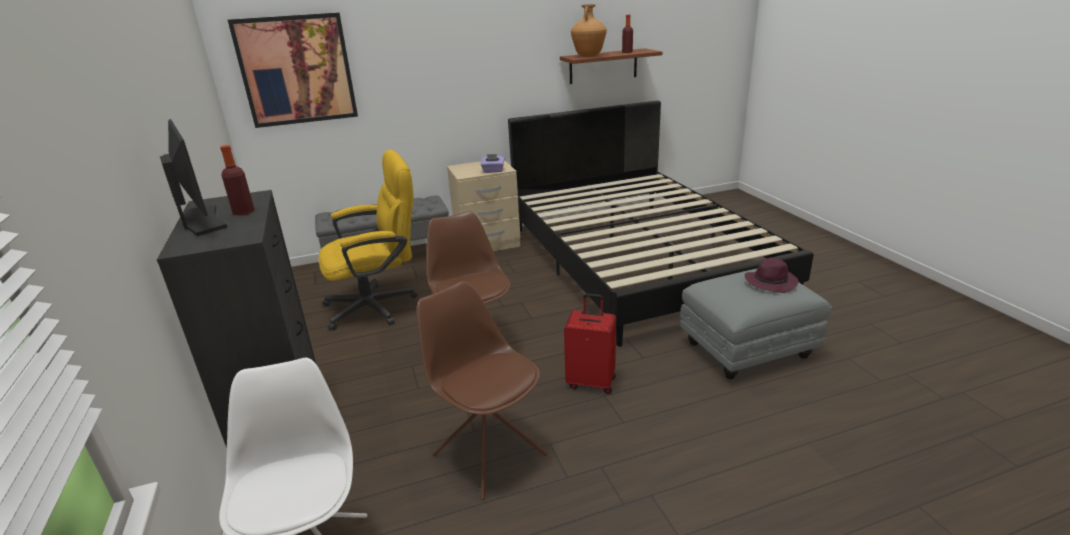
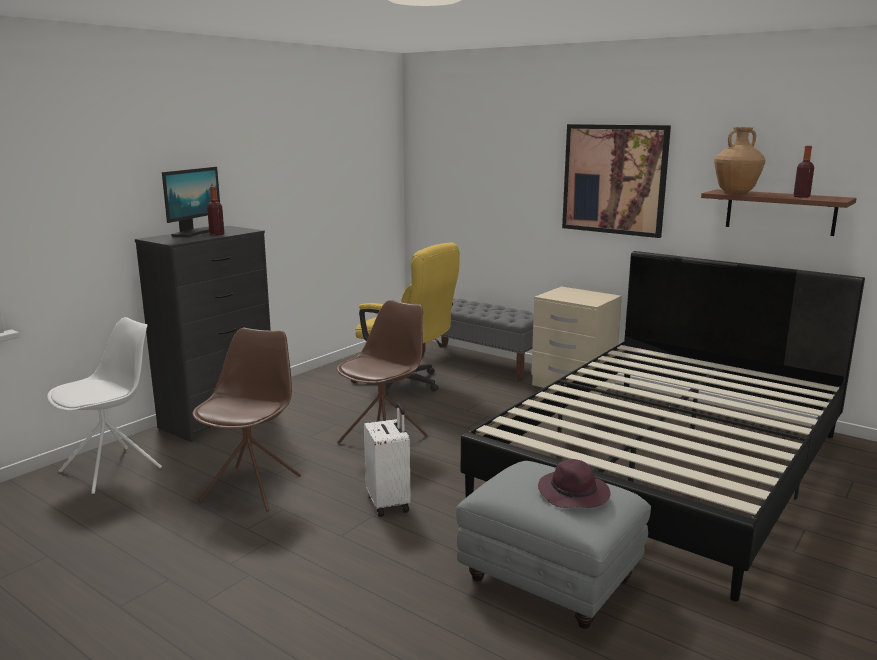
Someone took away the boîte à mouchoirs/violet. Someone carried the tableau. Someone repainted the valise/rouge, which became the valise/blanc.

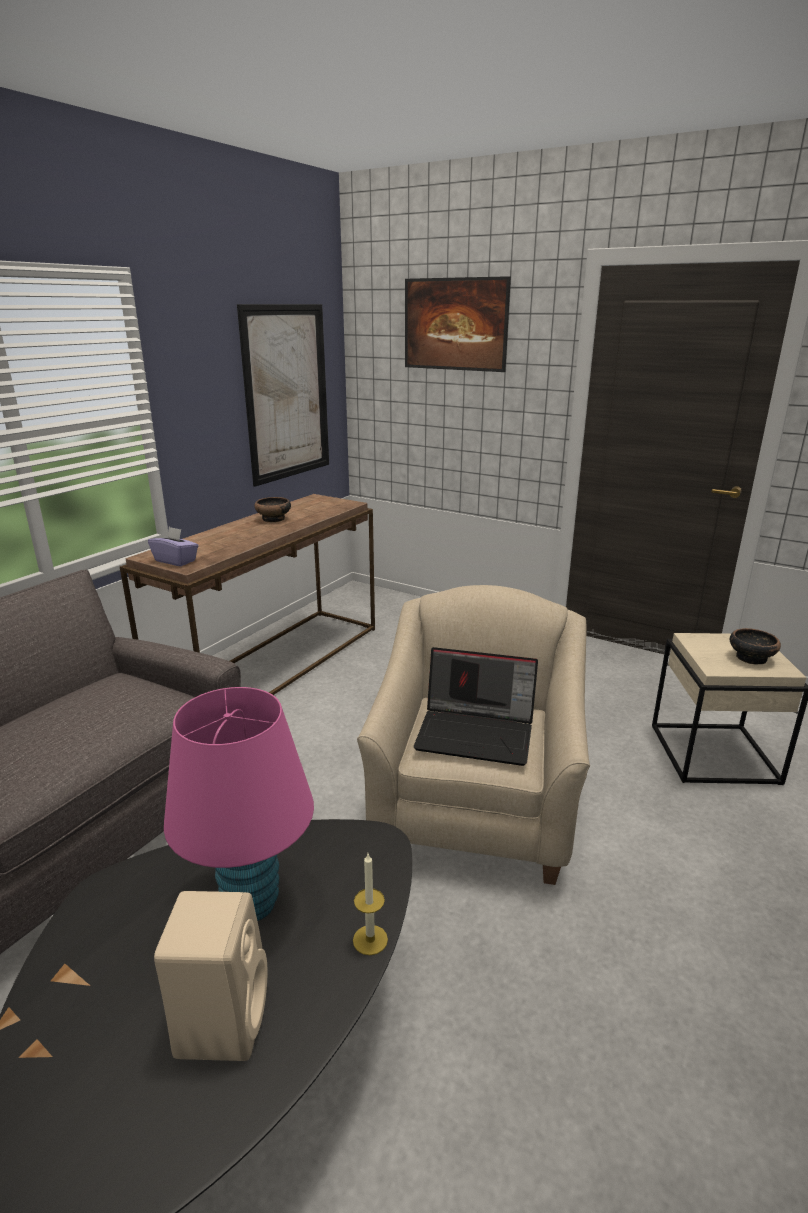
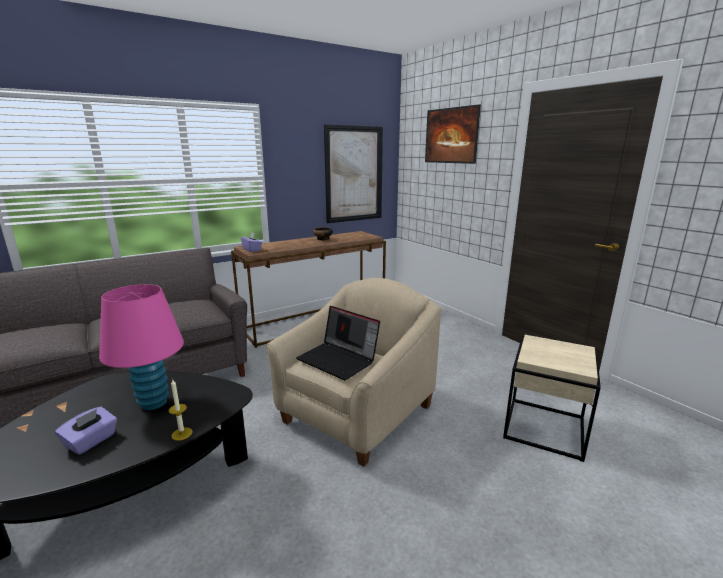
Someone took away the bol (2nd from left). Someone swapped the enceinte/beige for the boîte à mouchoirs/violet (1st from left).

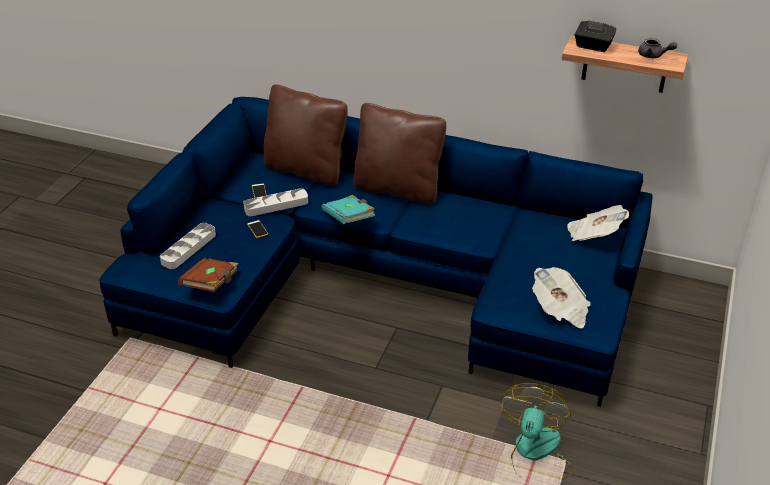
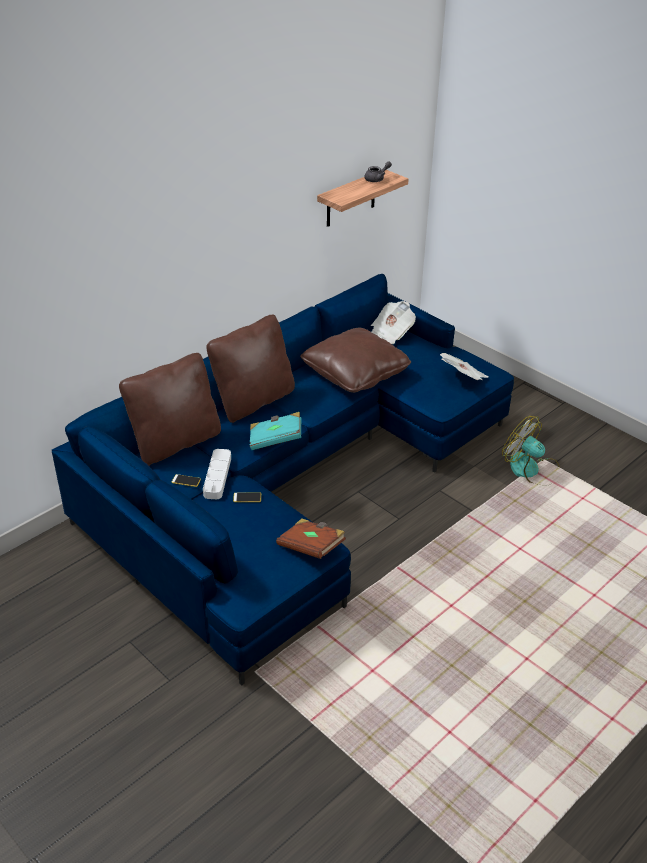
Someone took away the plateau/gris (1st from left). Someone took away the boîte à mouchoirs/noir. Someone put down the coussin/marron (3rd from left).

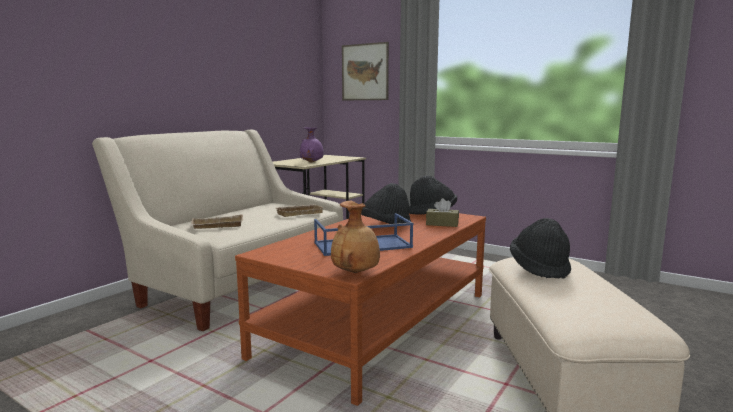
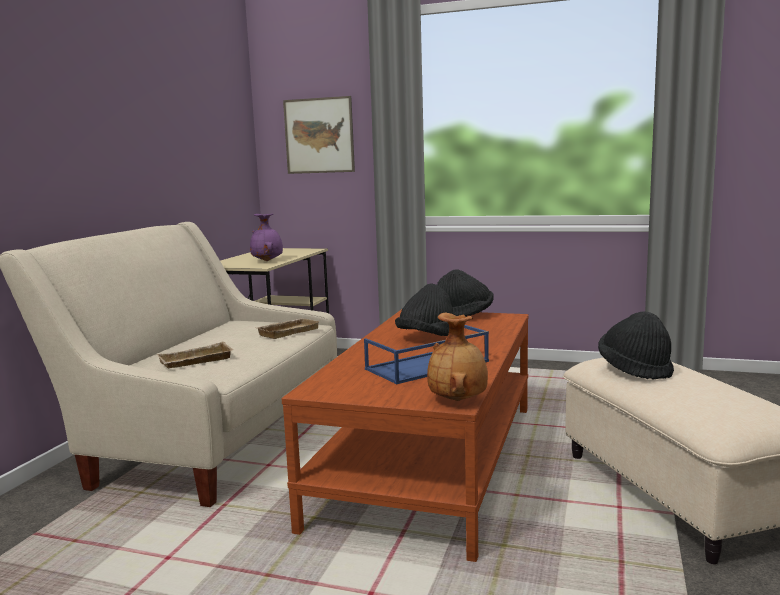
Someone took away the boîte à mouchoirs/marron.

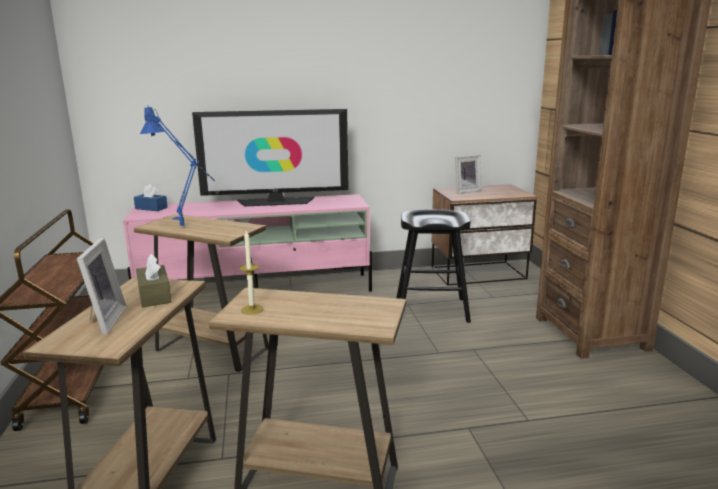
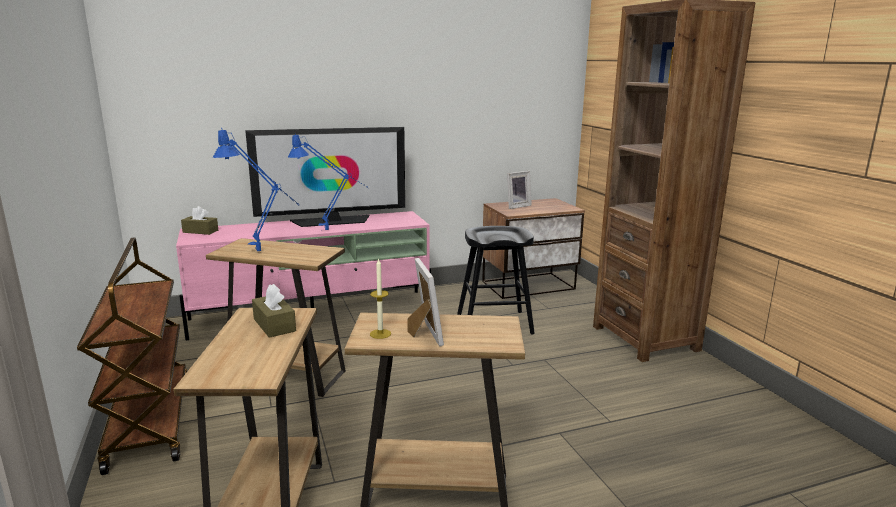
Someone put down the lampe de table/bleu (2nd from left). Someone carried the cadre photo (1st from left). Someone repainted the boîte à mouchoirs/bleu, which became the boîte à mouchoirs/marron (1st from left).

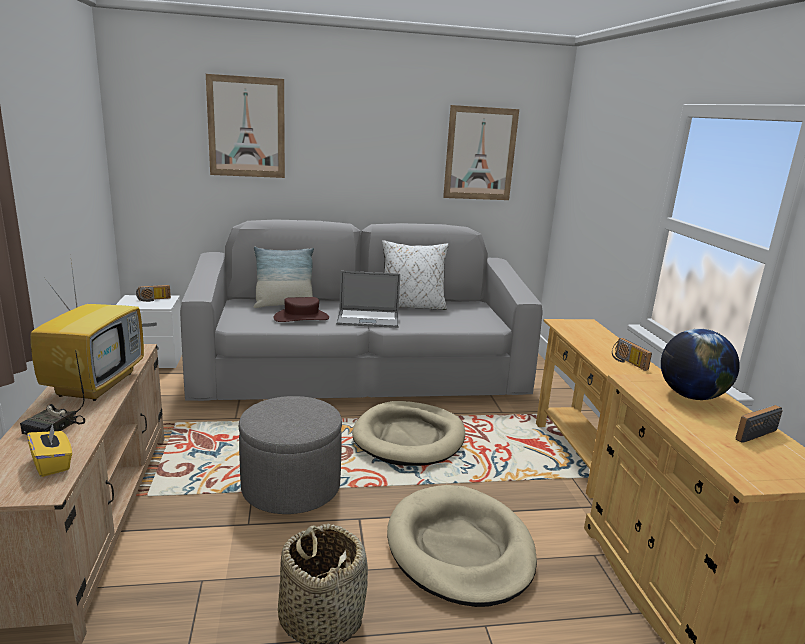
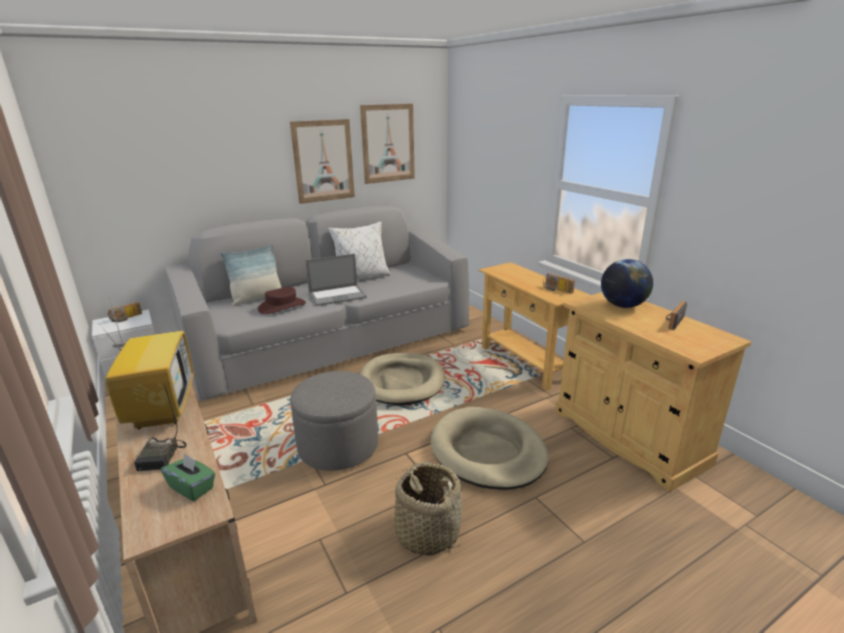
Someone carried the tableau (1st from left). Someone repainted the boîte à mouchoirs/jaune, which became the boîte à mouchoirs/vert.

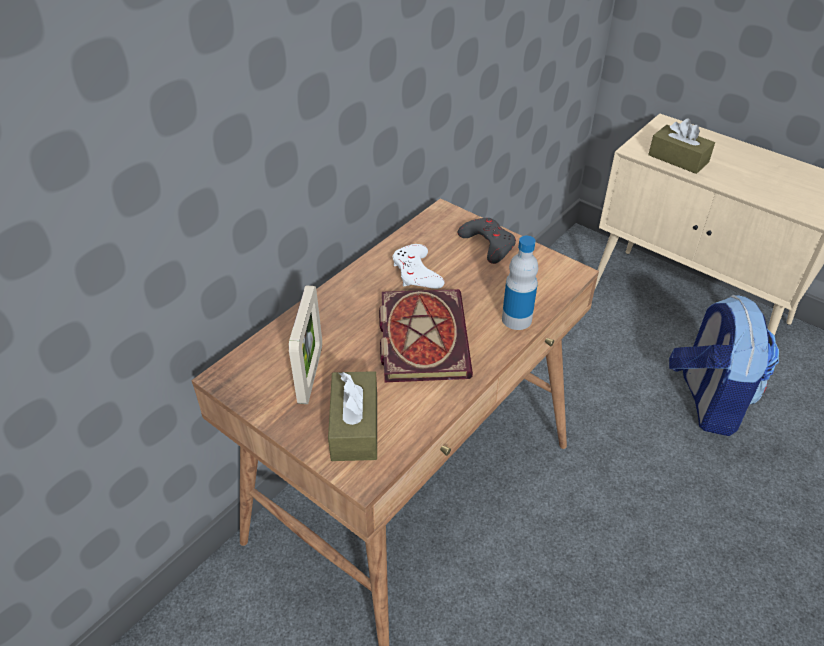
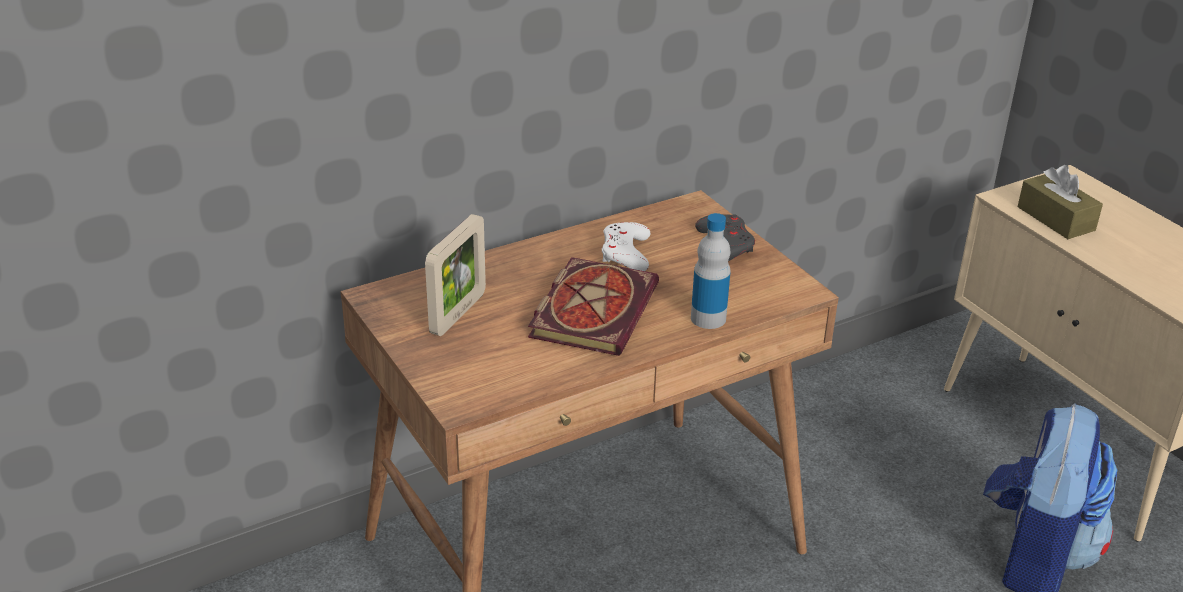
Someone took away the boîte à mouchoirs/marron (1st from left).

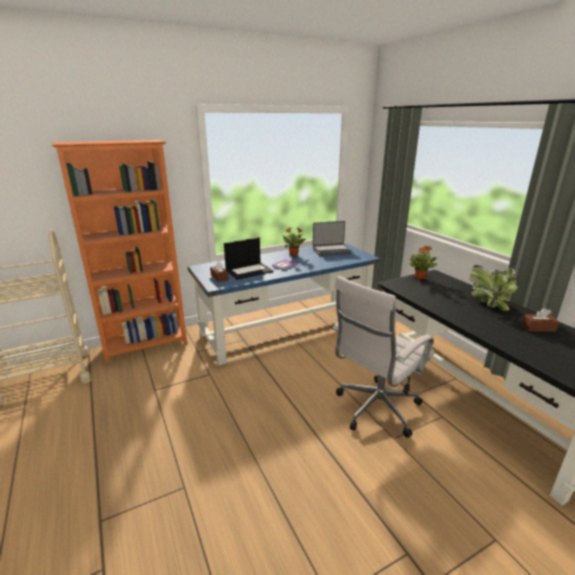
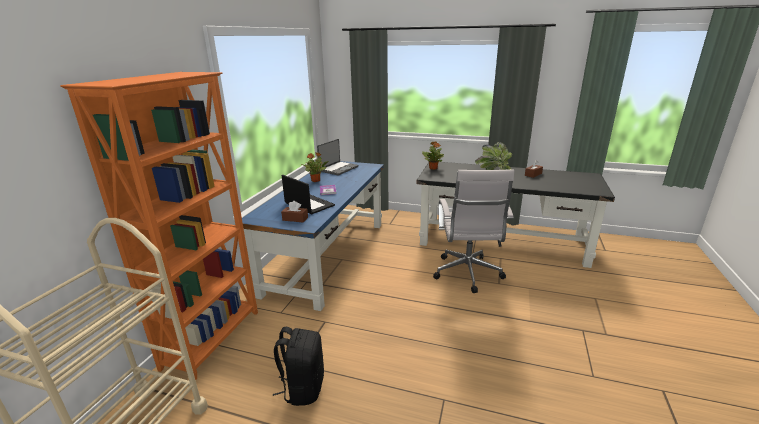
Someone put down the sac à dos/noir. Someone rotated the ordinateur portable (1st from left) by 60 degrees counterclockwise.

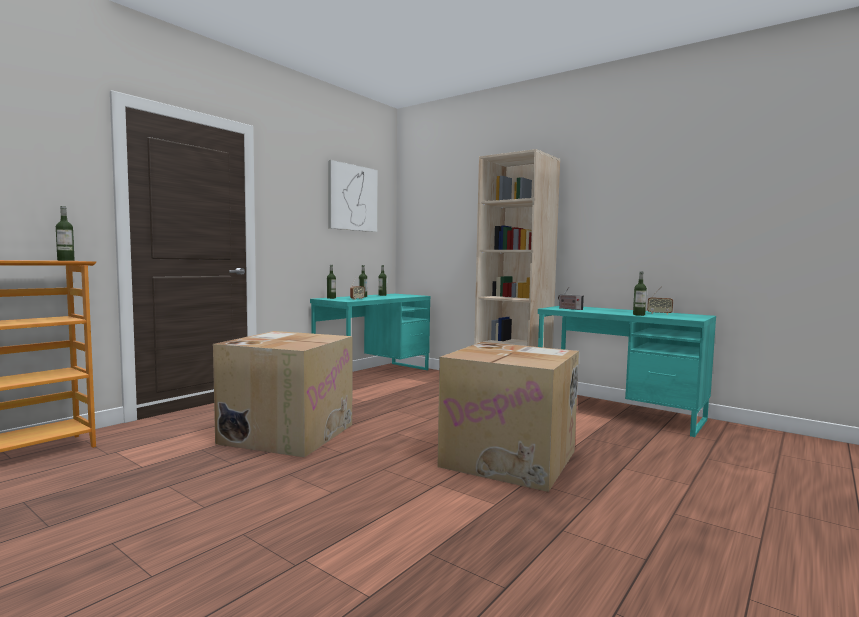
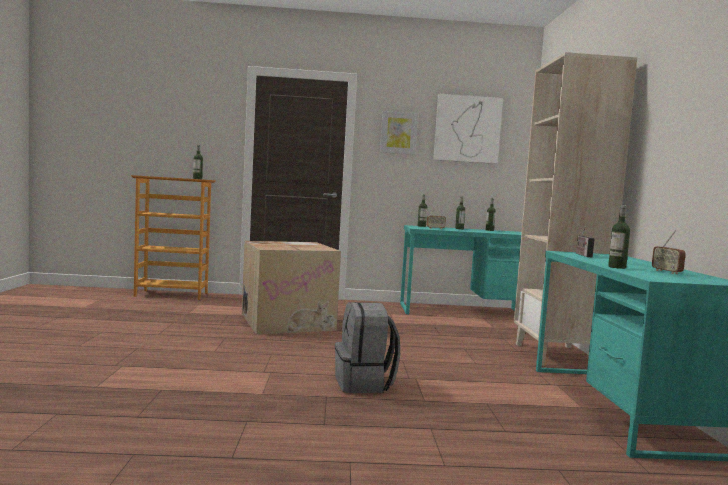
Someone put up the tableau (1st from left). Someone swapped the carton (2nd from left) for the sac à dos/gris.

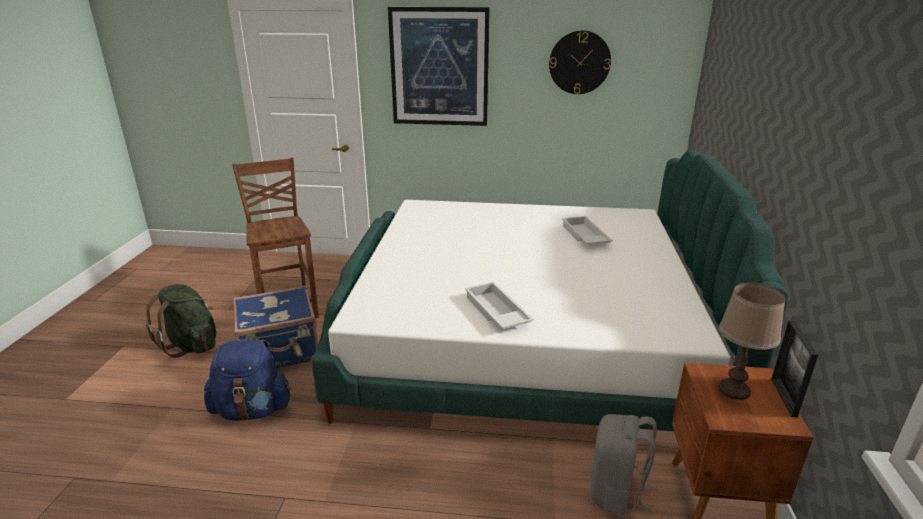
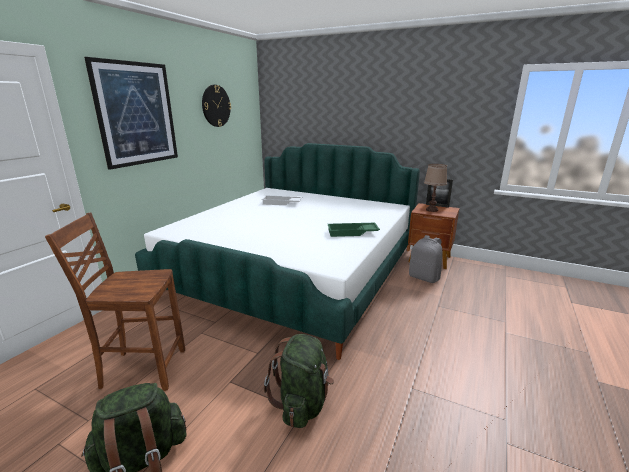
Someone took away the valise/bleu. Someone repainted the sac à dos/bleu, which became the sac à dos/vert (2nd from left). Someone repainted the plateau/blanc (1st from left), which became the plateau/vert.

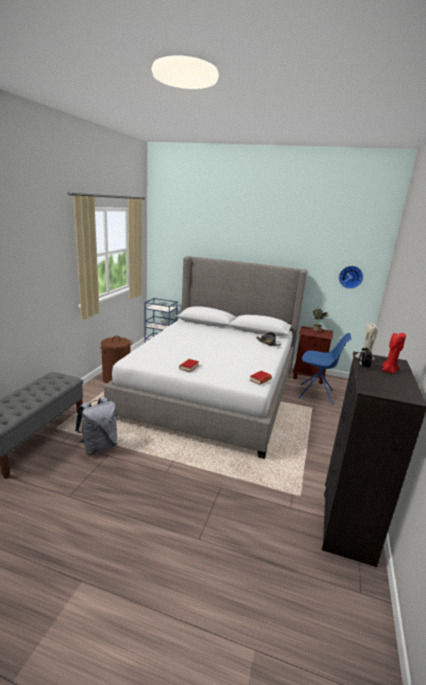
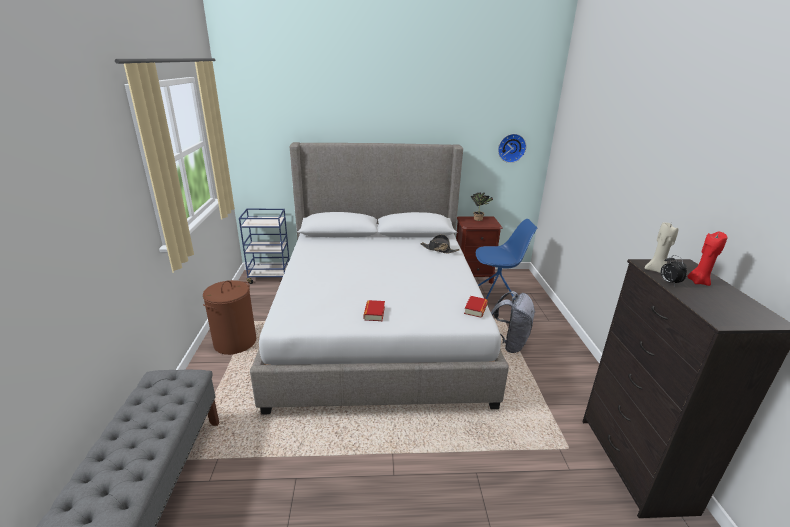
Someone carried the sac à dos/gris.

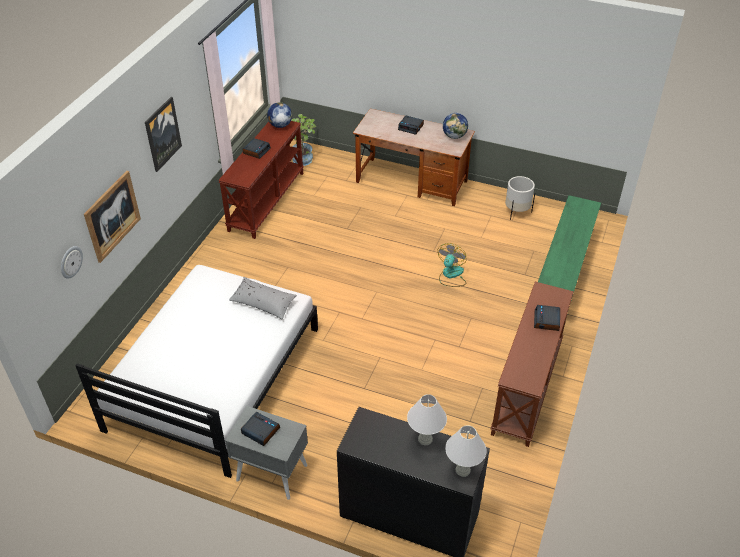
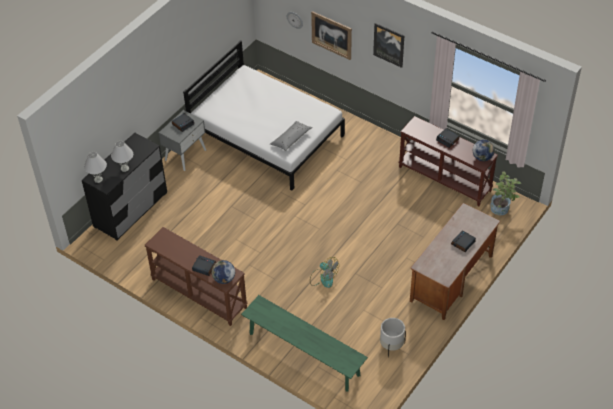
Someone carried the globe (2nd from left in the first image).

